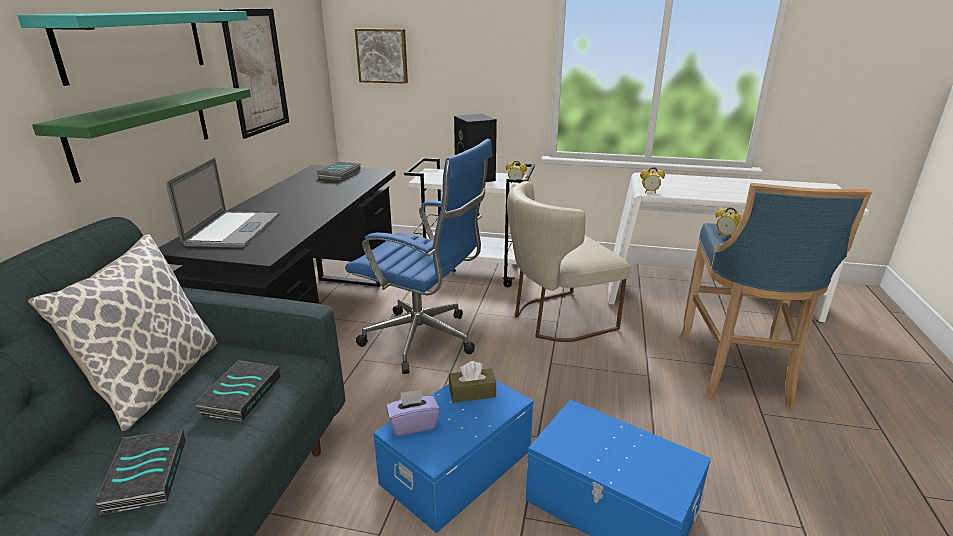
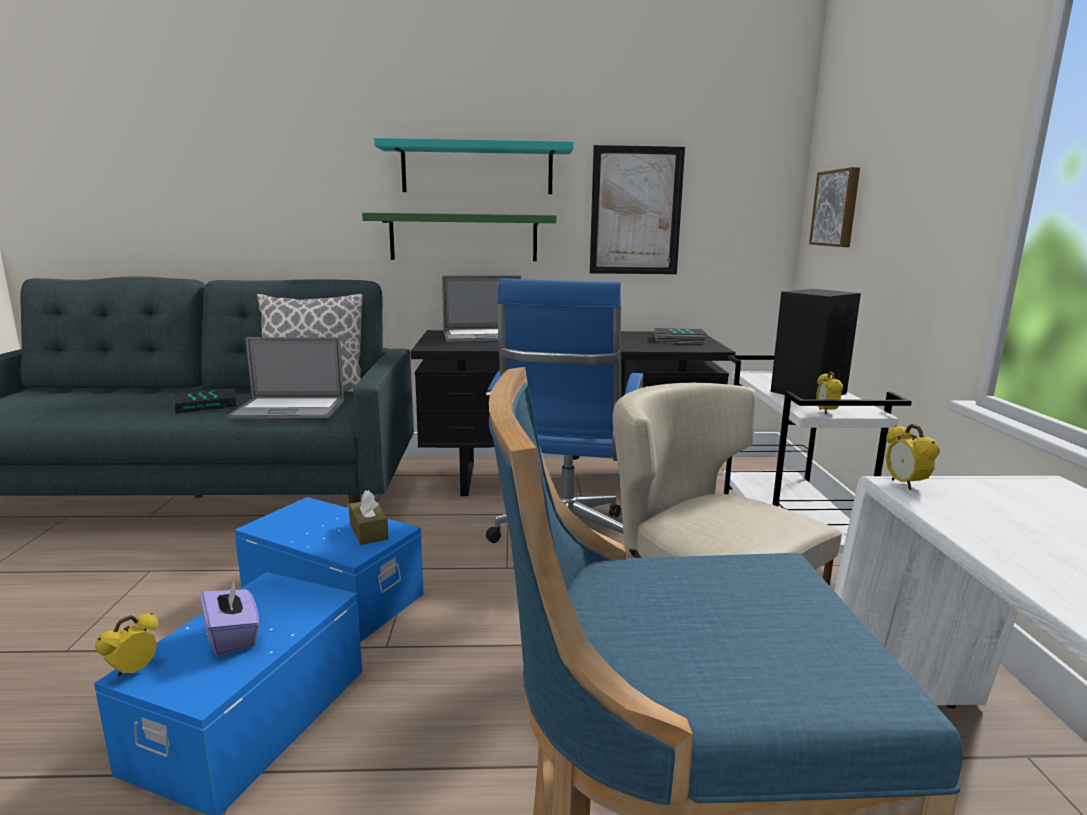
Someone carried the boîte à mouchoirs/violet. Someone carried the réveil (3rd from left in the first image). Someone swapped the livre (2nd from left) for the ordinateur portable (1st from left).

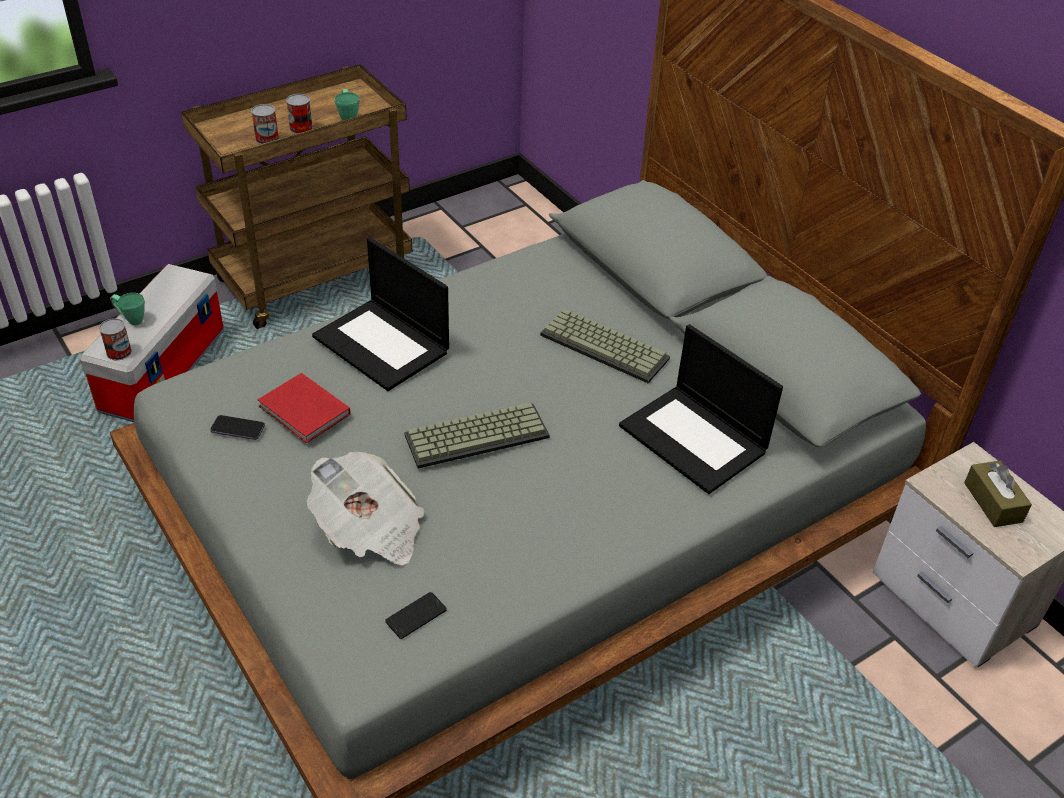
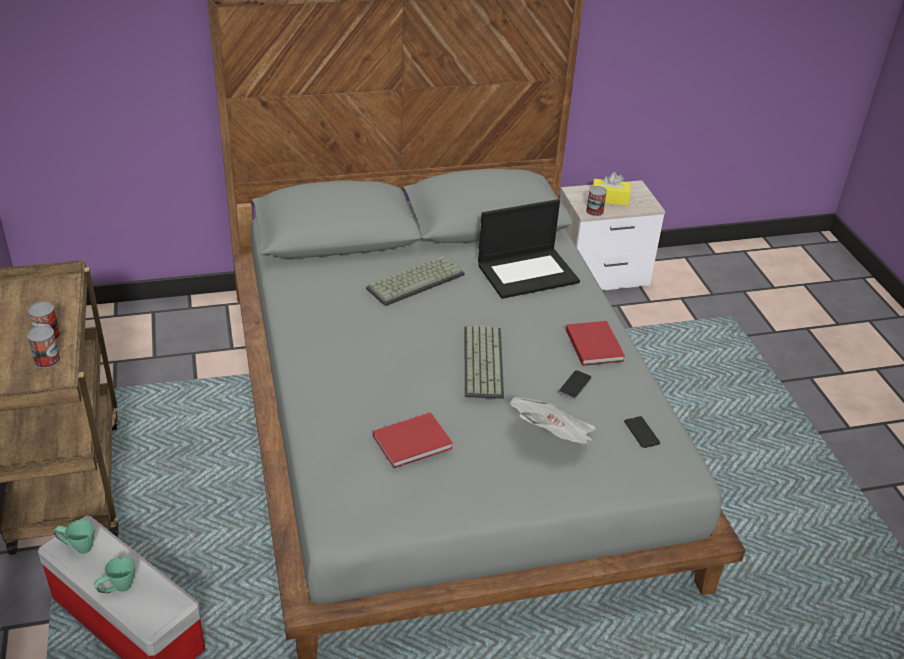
Someone took away the ordinateur portable (1st from left). Someone put down the livre/rouge (2nd from left). Someone carried the boîte métallique (1st from left in the first image). Someone carried the téléphone (1st from left). Someone carried the mug/vert (2nd from left in the first image). Someone repainted the boîte à mouchoirs/marron, which became the boîte à mouchoirs/jaune.

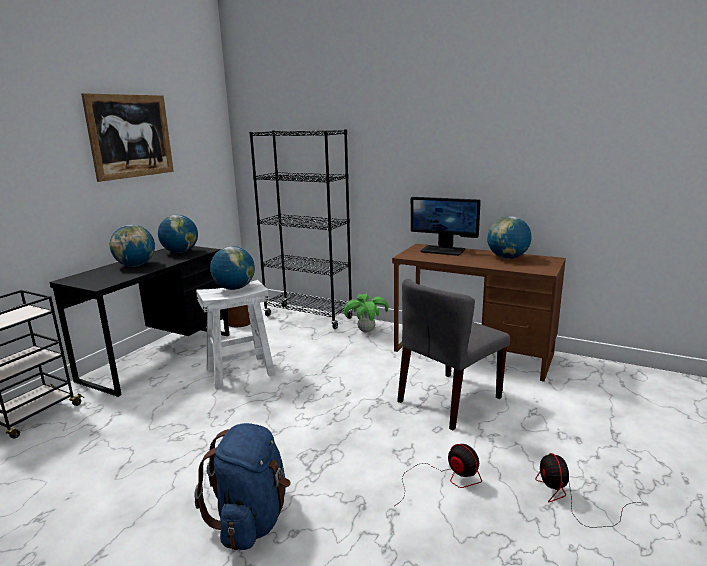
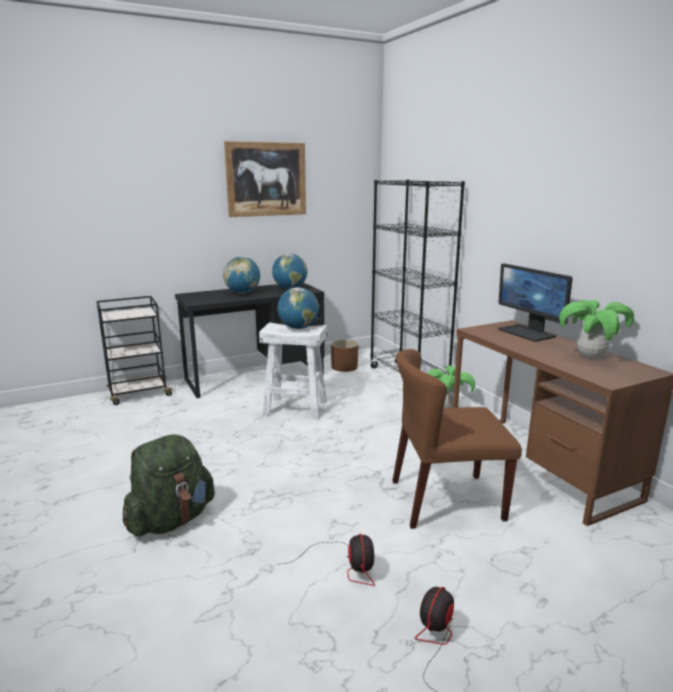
Someone swapped the globe (4th from left) for the plante en pot (2nd from left). Someone repainted the sac à dos/bleu, which became the sac à dos/vert. Someone repainted the chaise/gris, which became the chaise/marron.

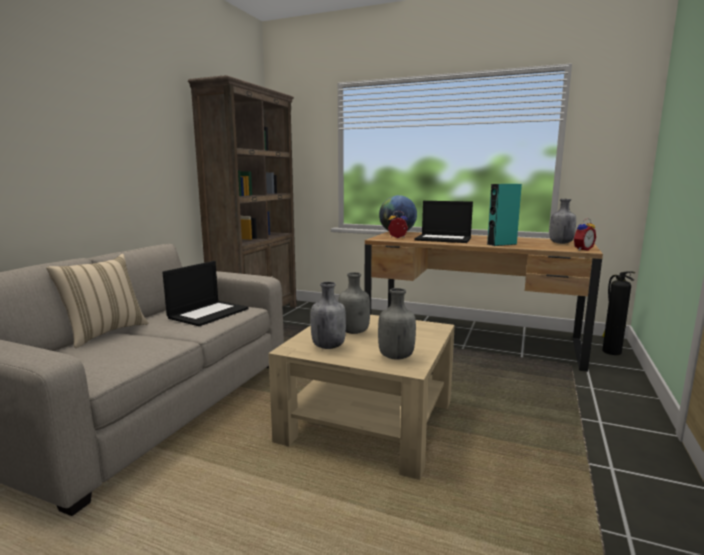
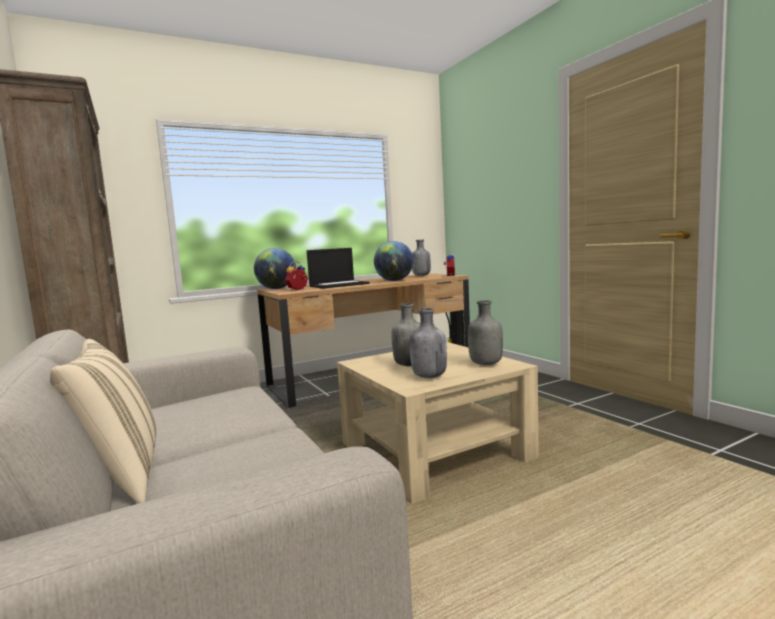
Someone took away the ordinateur portable (1st from left). Someone swapped the enceinte/turquoise for the globe (2nd from left).

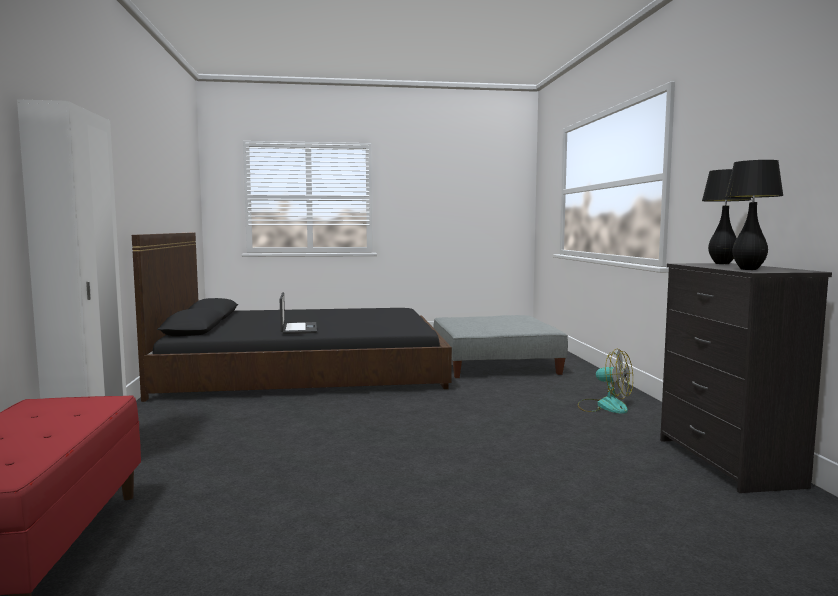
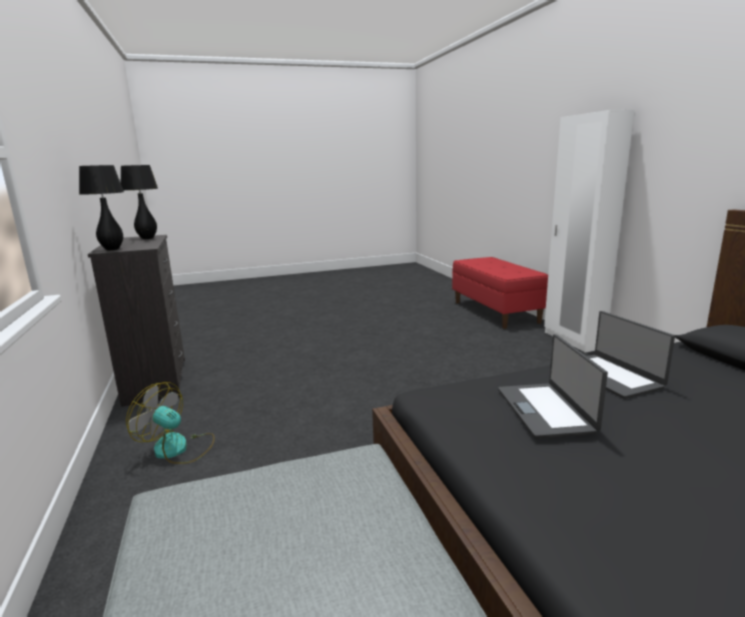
Someone put down the ordinateur portable (1st from left).

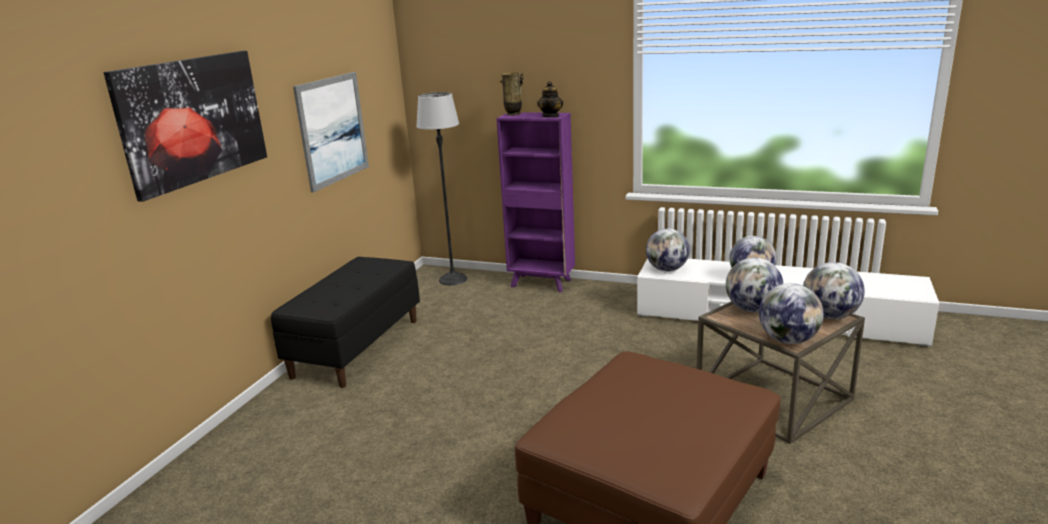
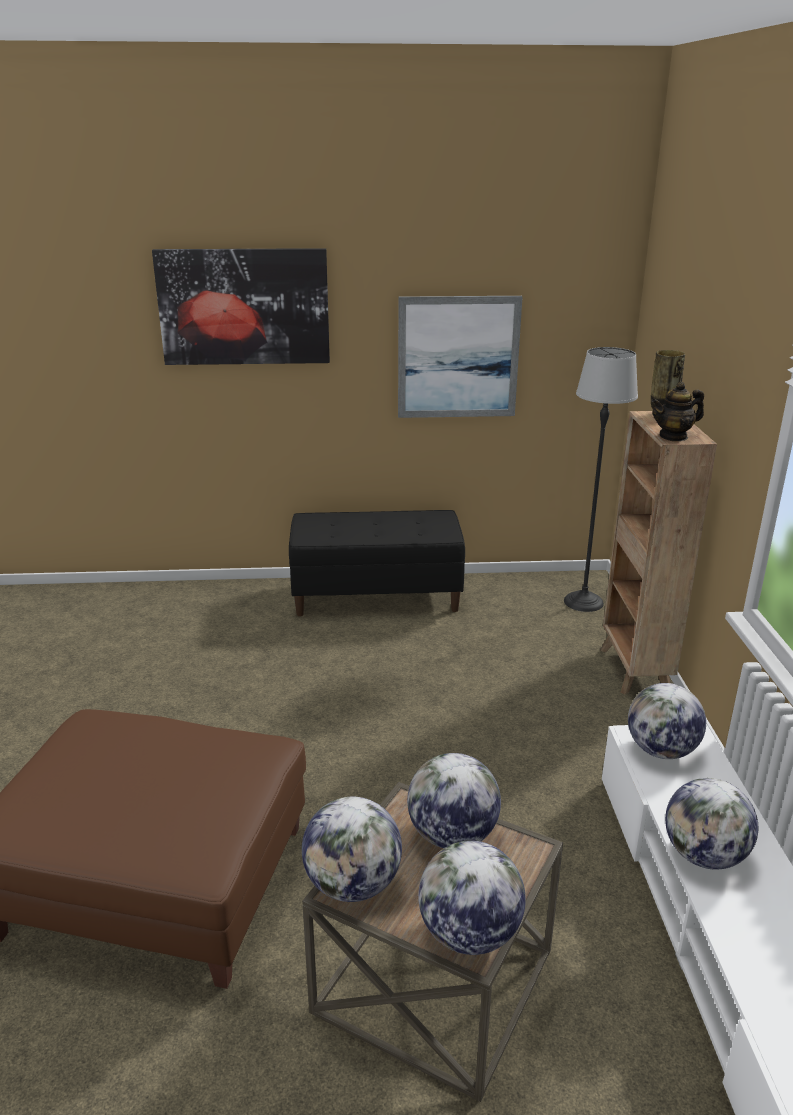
Someone repainted the bibliothèque/violet, which became the bibliothèque/marron.

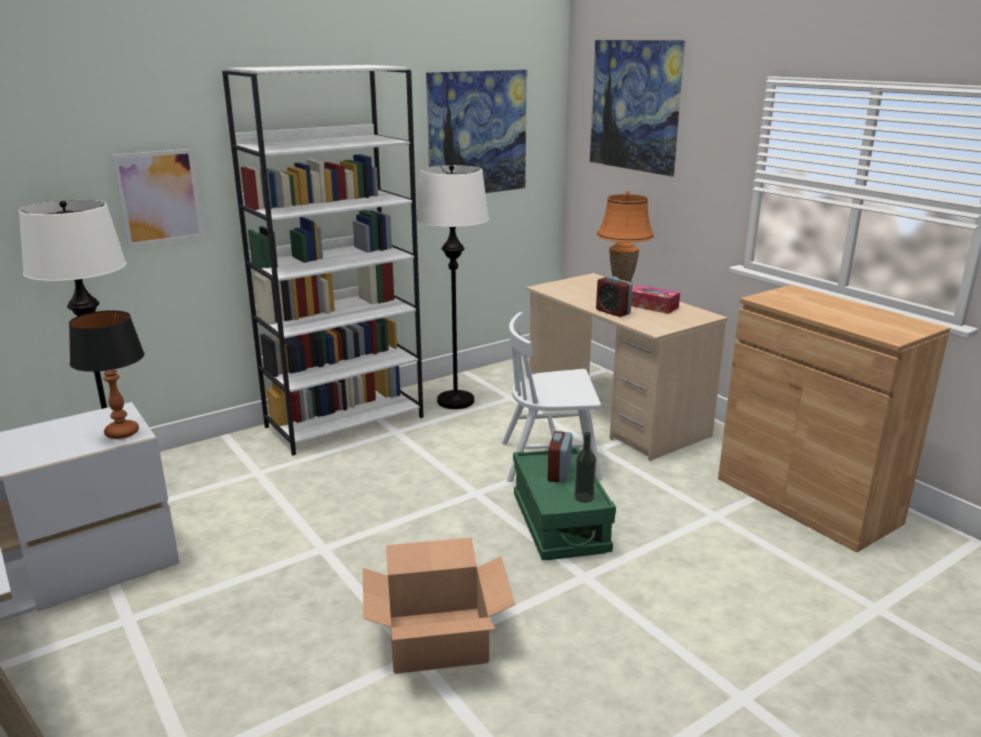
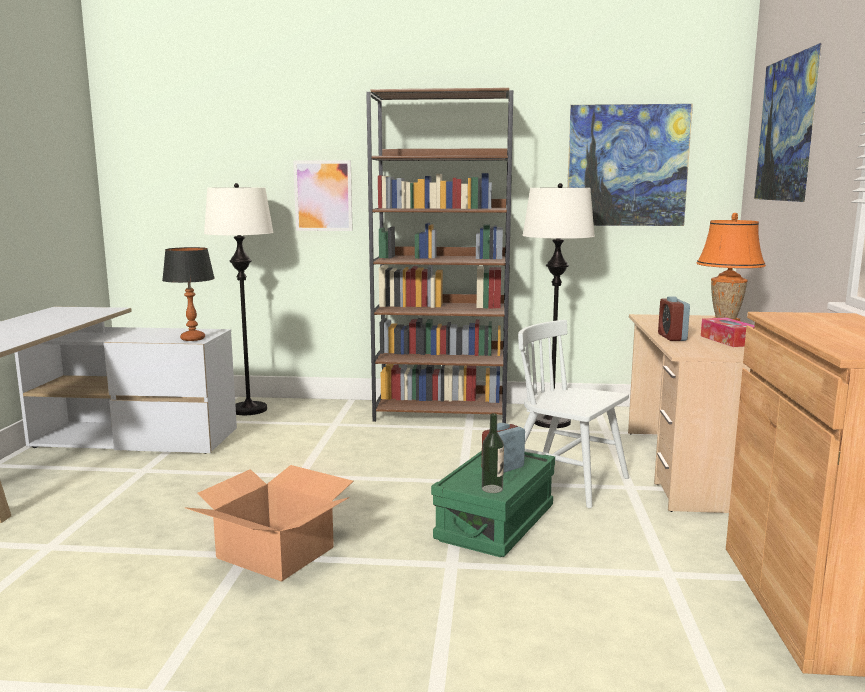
Someone repainted the bibliothèque/blanc, which became the bibliothèque/marron.

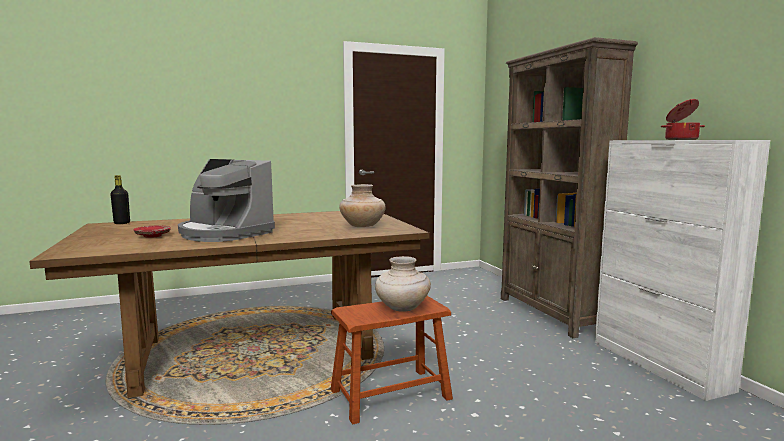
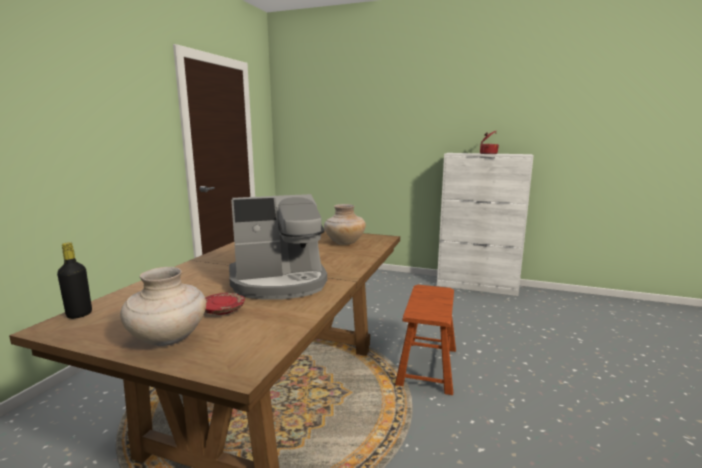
Someone took away the bibliothèque/marron. Someone carried the vase/beige (2nd from left in the first image).

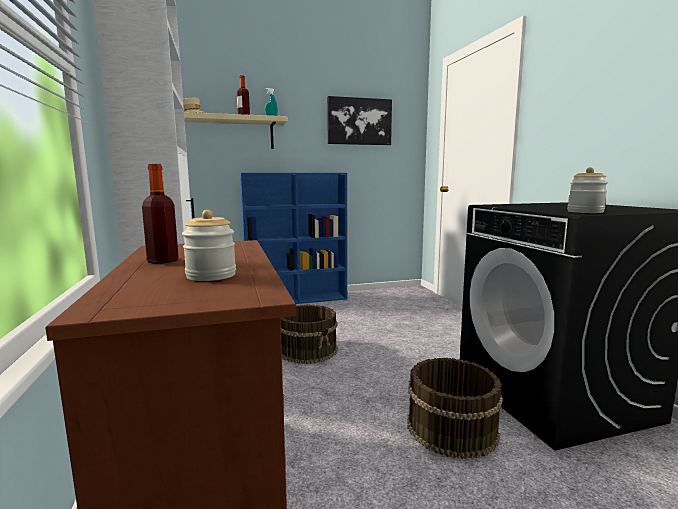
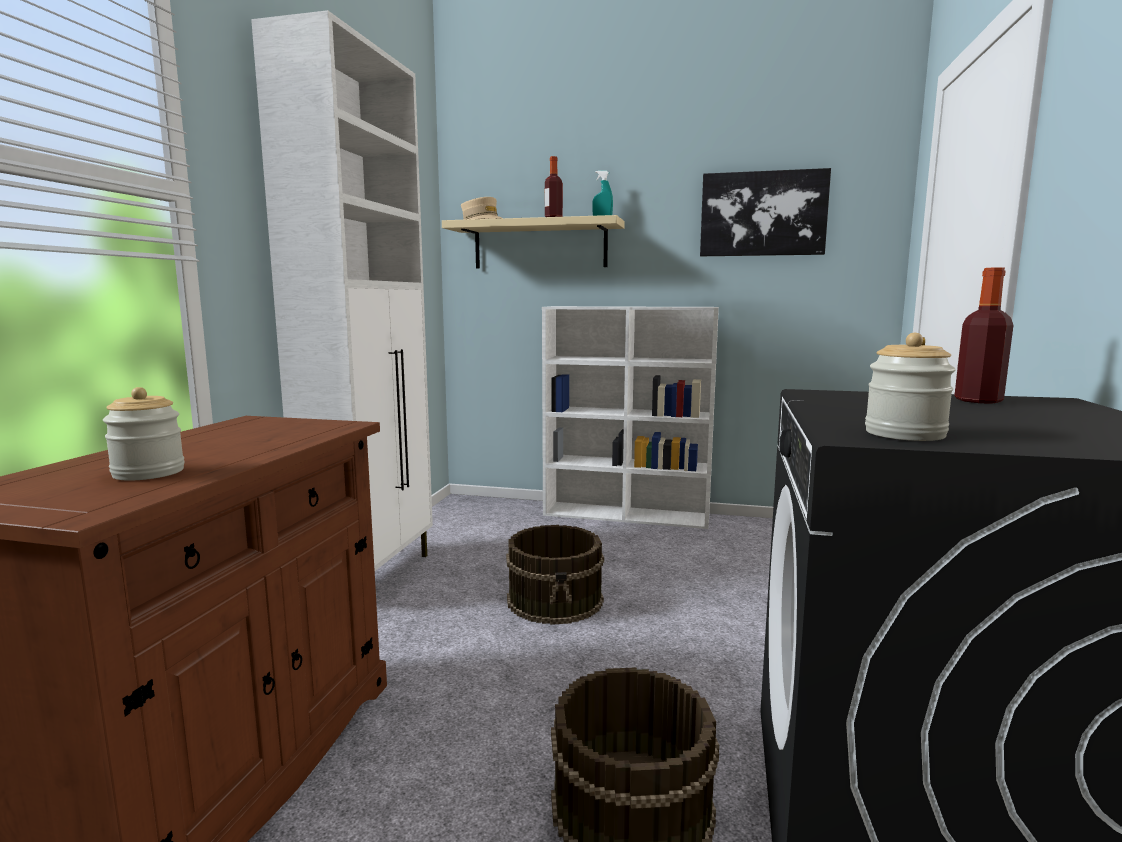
Someone carried the bouteille (1st from left in the first image). Someone repainted the bibliothèque/bleu, which became the bibliothèque/blanc.

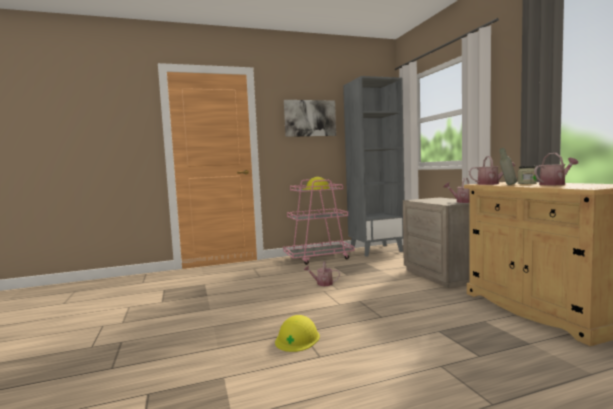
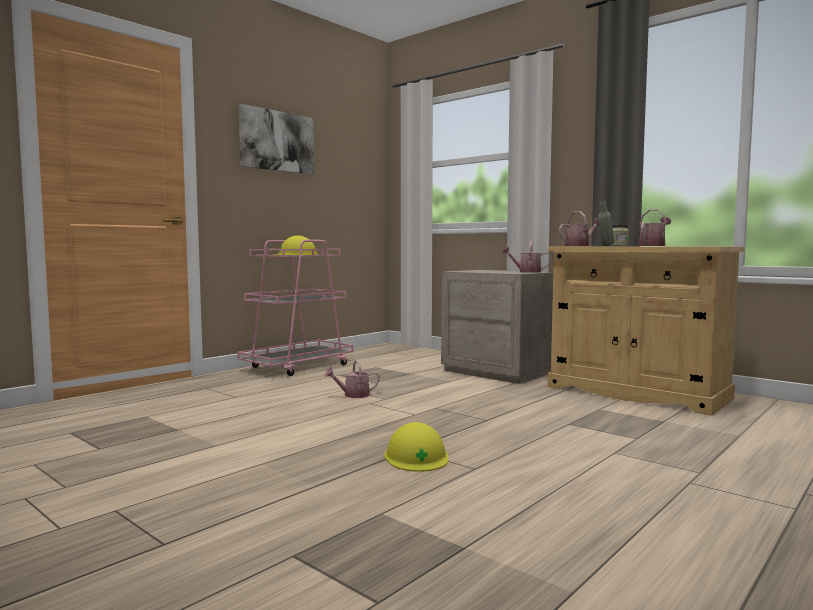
Someone took away the bibliothèque/gris.

